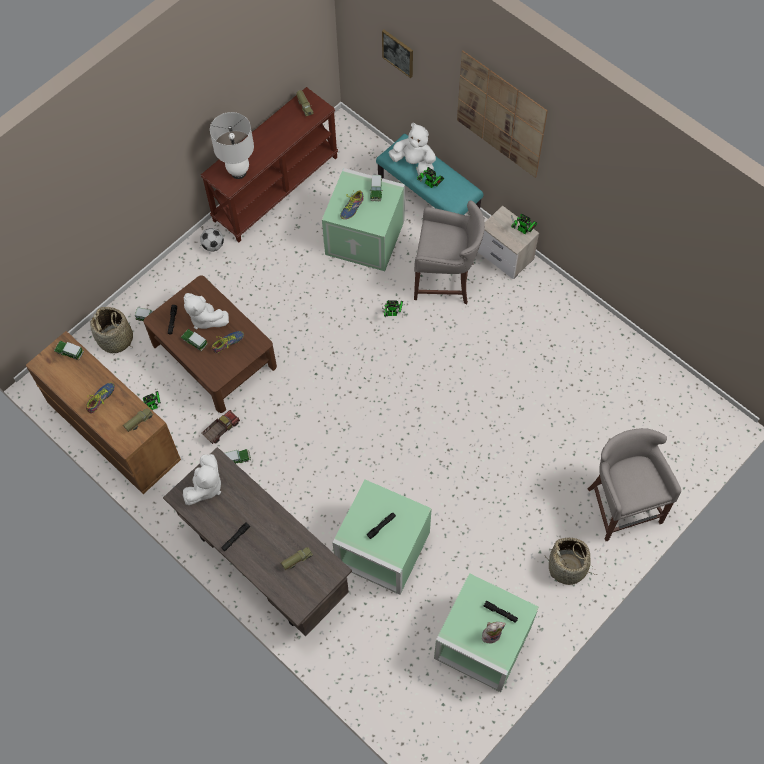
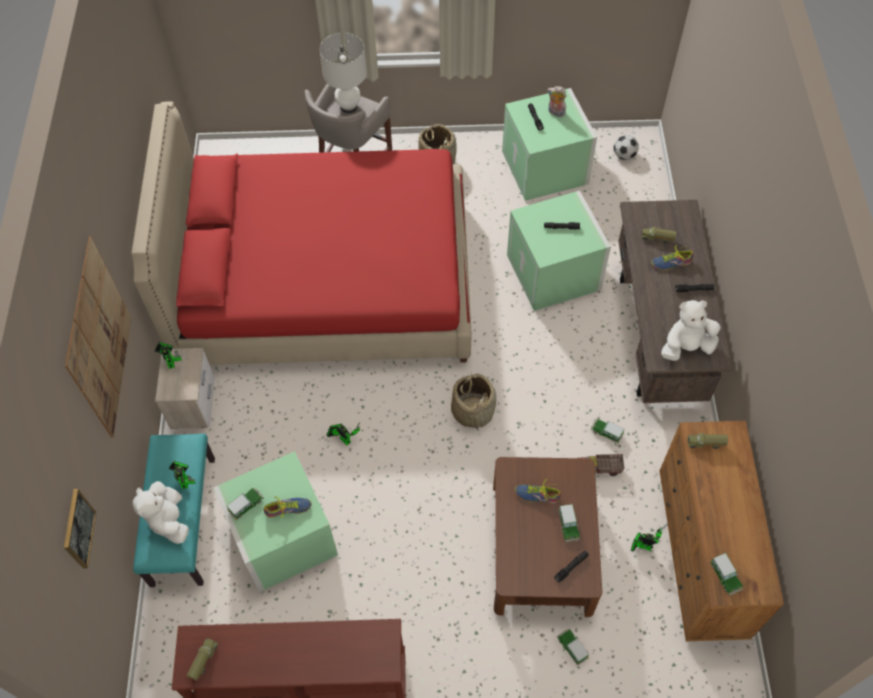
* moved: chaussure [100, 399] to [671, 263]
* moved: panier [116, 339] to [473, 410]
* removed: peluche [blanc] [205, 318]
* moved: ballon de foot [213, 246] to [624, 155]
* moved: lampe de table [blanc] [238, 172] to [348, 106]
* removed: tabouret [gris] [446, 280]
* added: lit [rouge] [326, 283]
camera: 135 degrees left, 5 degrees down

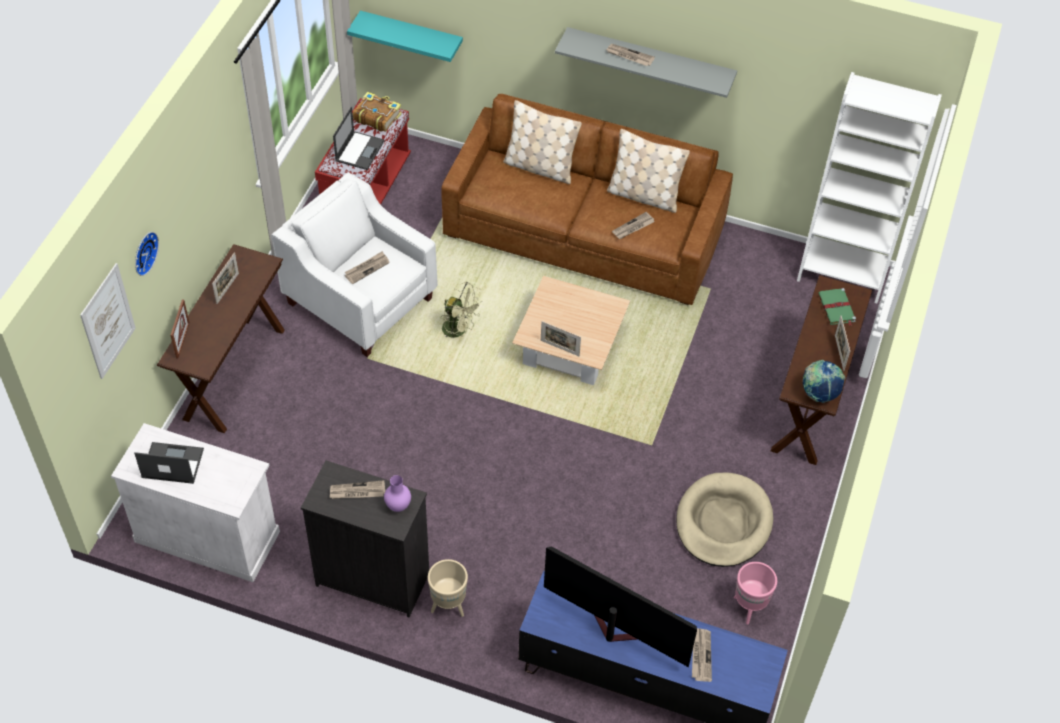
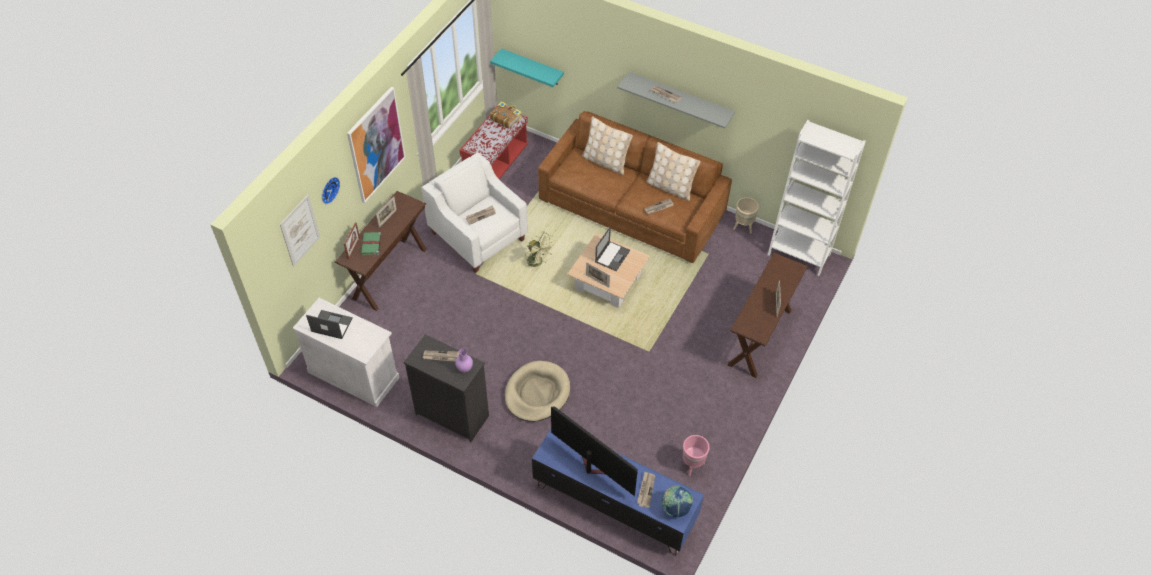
* moved: ordinateur portable [360, 150] to [612, 256]
* moved: cache-pot [beige] [449, 605] to [743, 227]
* moved: panier pour chien [beige] [723, 522] to [537, 393]
* moved: globe [819, 394] to [675, 508]
* moved: livre [vert] [836, 308] to [371, 244]
* added: tableau [376, 145]
camera: 10 degrees right, 0 degrees up

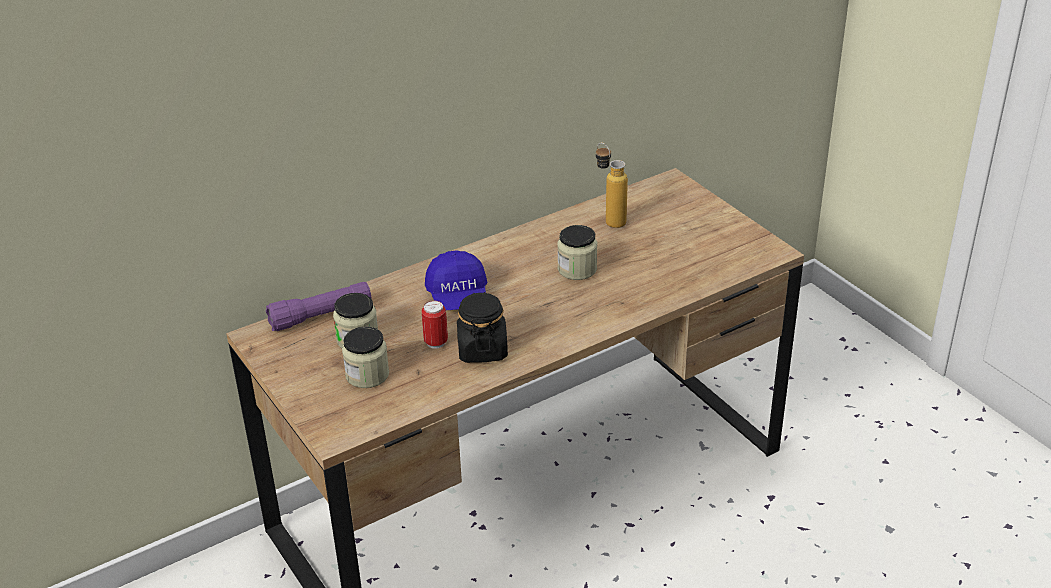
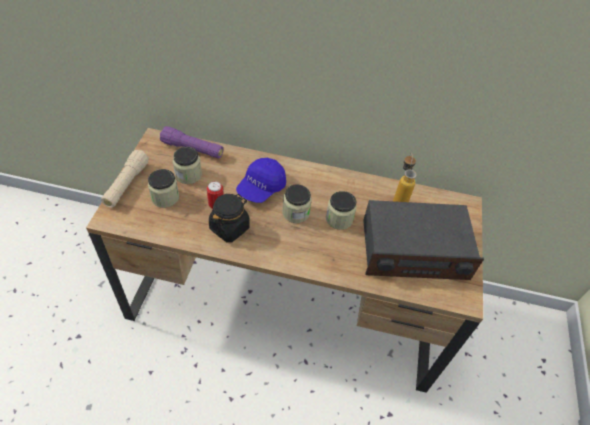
* added: lampe de poche [beige] [126, 184]
* added: bocal [295, 213]
* added: radio [413, 250]
camera: 40 degrees right, 15 degrees up

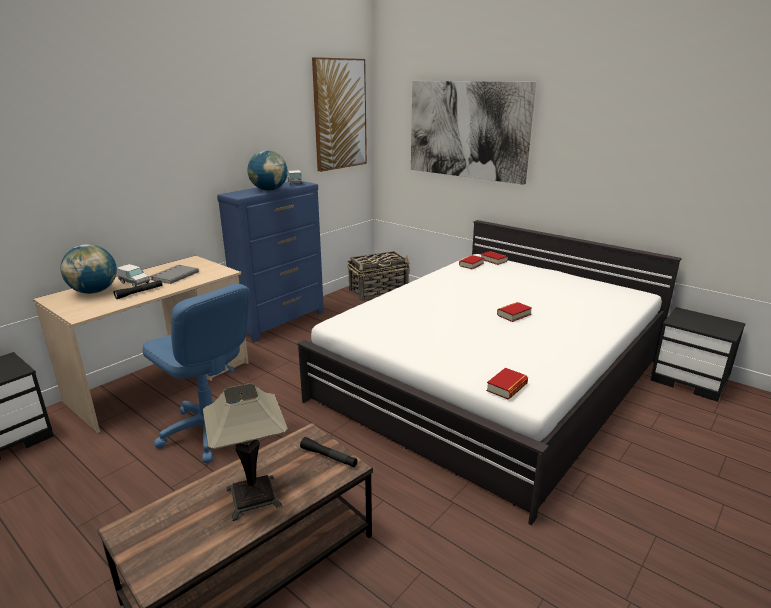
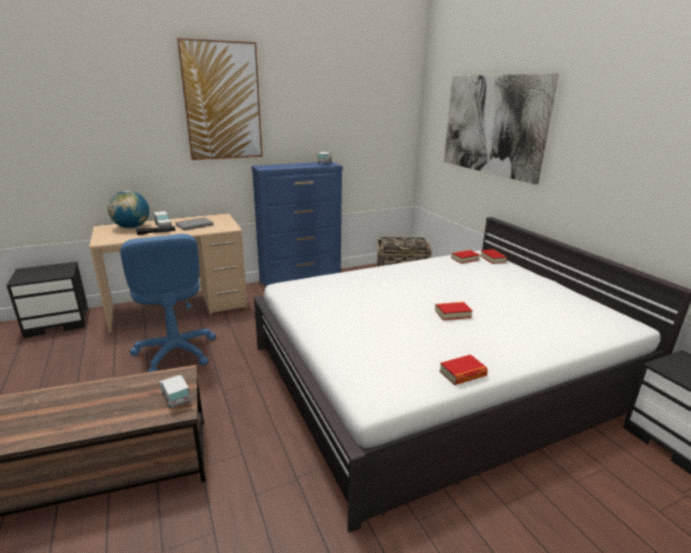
* removed: lampe de table [253, 497]
* removed: globe [269, 190]
* replaced: lampe de poche [noir] [328, 457] to camion jouet [175, 397]
* moved: tableau [340, 114] to [222, 102]
* moved: livre [507, 387] to [462, 374]
camera: 25 degrees right, 0 degrees up

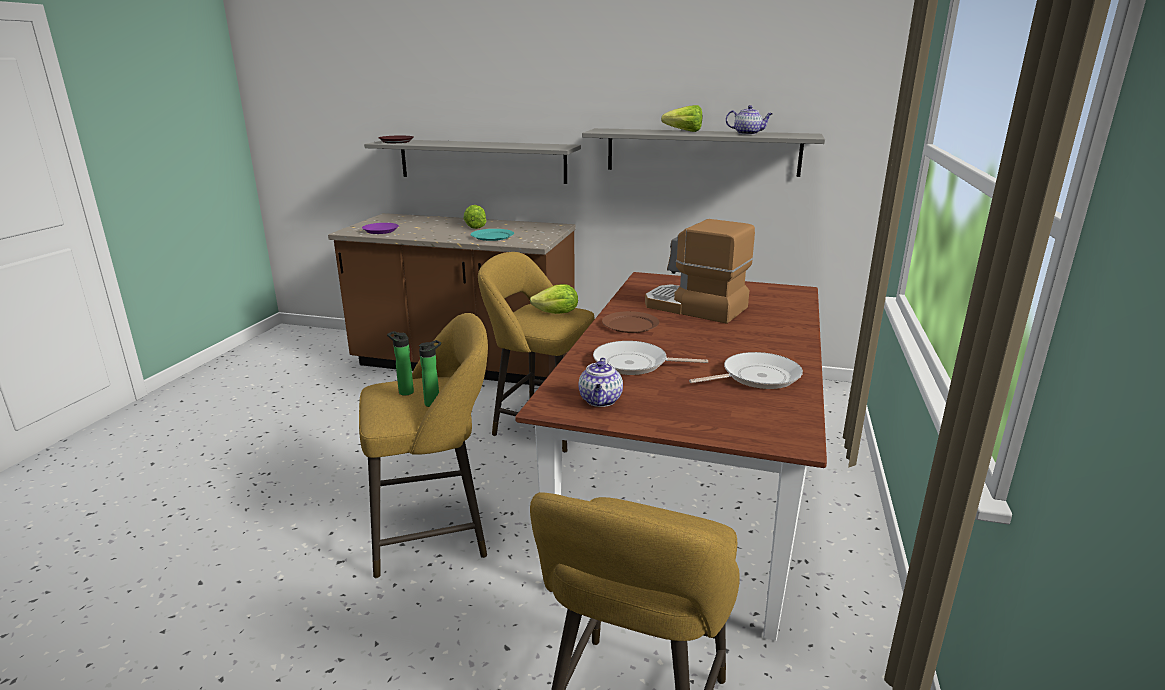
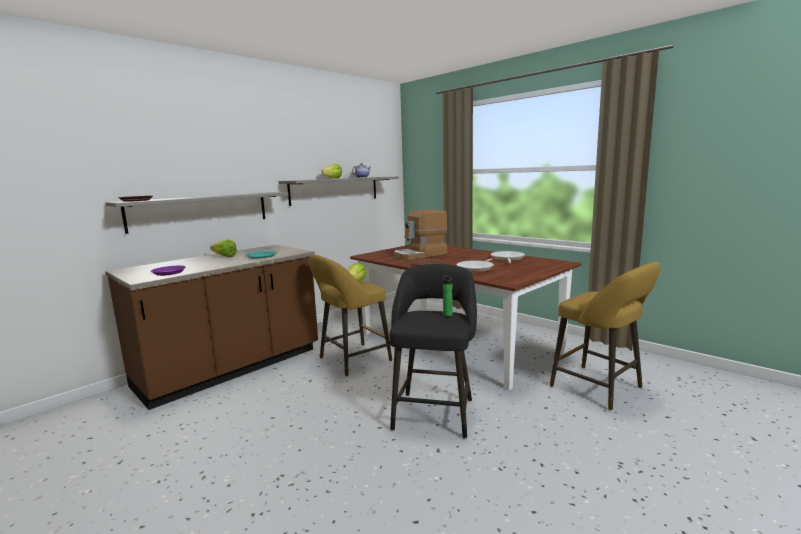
* recoloured: tabouret [jaune] [436, 532] to tabouret [noir] [434, 411]
* removed: bouteille [404, 392]
* removed: théière [601, 401]
camera: 60 degrees left, 10 degrees down

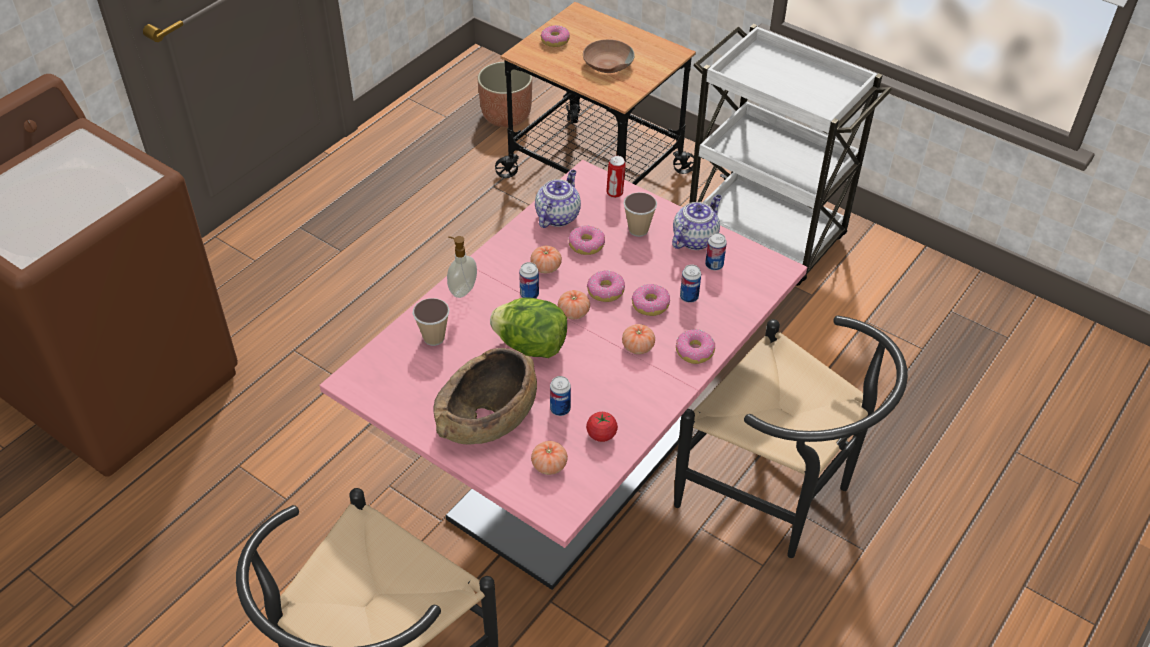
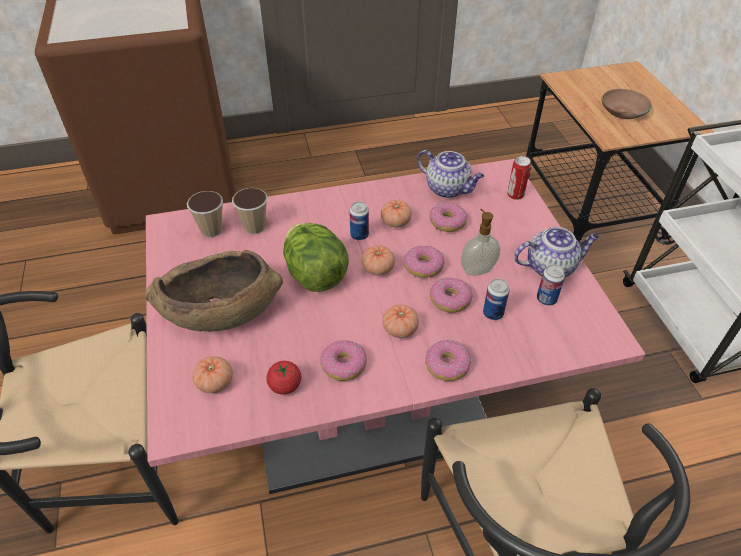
* moved: distributeur de savon [462, 290] to [477, 269]
* removed: cache-pot [506, 115]
* turned: théière [557, 216] = [448, 189] 60 degrees clockwise
* moved: beignet [555, 40] to [344, 365]
* removed: boîte métallique [560, 409]
* moved: tasse [638, 230] to [211, 230]
camera: 40 degrees right, 0 degrees up

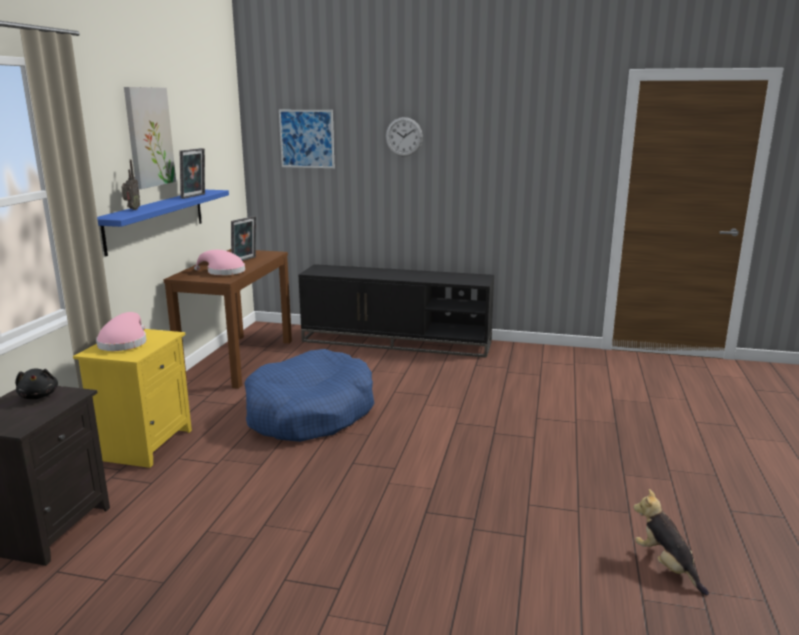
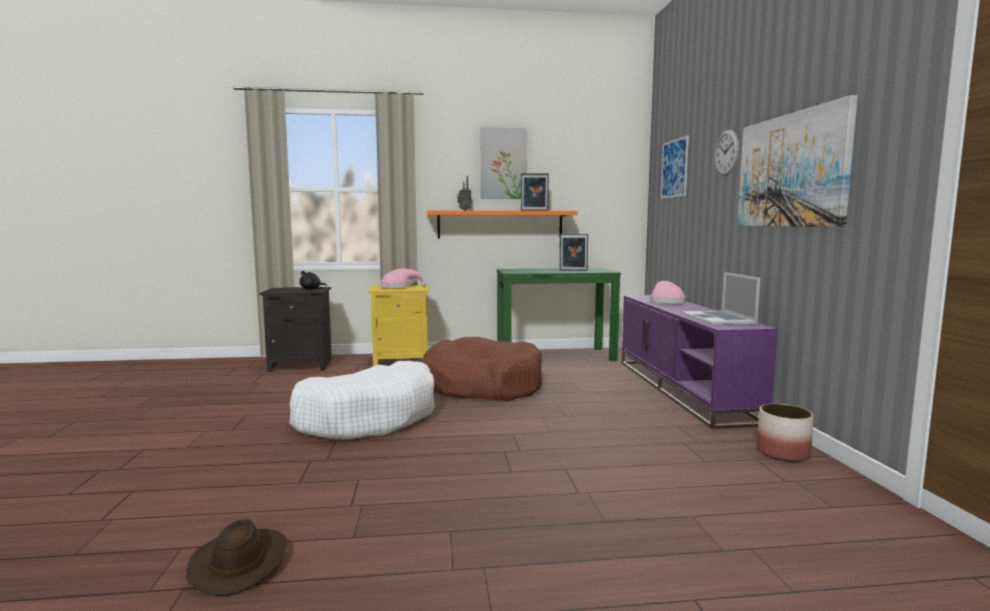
* recoloured: étagère [bleu] [156, 220] to étagère [orange] [500, 224]
* recoloured: table console [marron] [238, 359] to table console [vert] [555, 355]
* moved: chapeau [rose] [223, 272] to [666, 302]
* recoloured: panier pour chien [bleu] [309, 413] to panier pour chien [marron] [482, 386]
* recoloured: meuble télé [noir] [397, 341] to meuble télé [violet] [683, 389]
* replaced: peluche [666, 565] to chapeau [marron] [239, 563]
* added: panier pour chien [blanc] [368, 418]
* added: ordinateur portable [718, 318]
* added: tableau [791, 170]
* added: cache-pot [783, 453]
camera: 70 degrees right, 10 degrees down

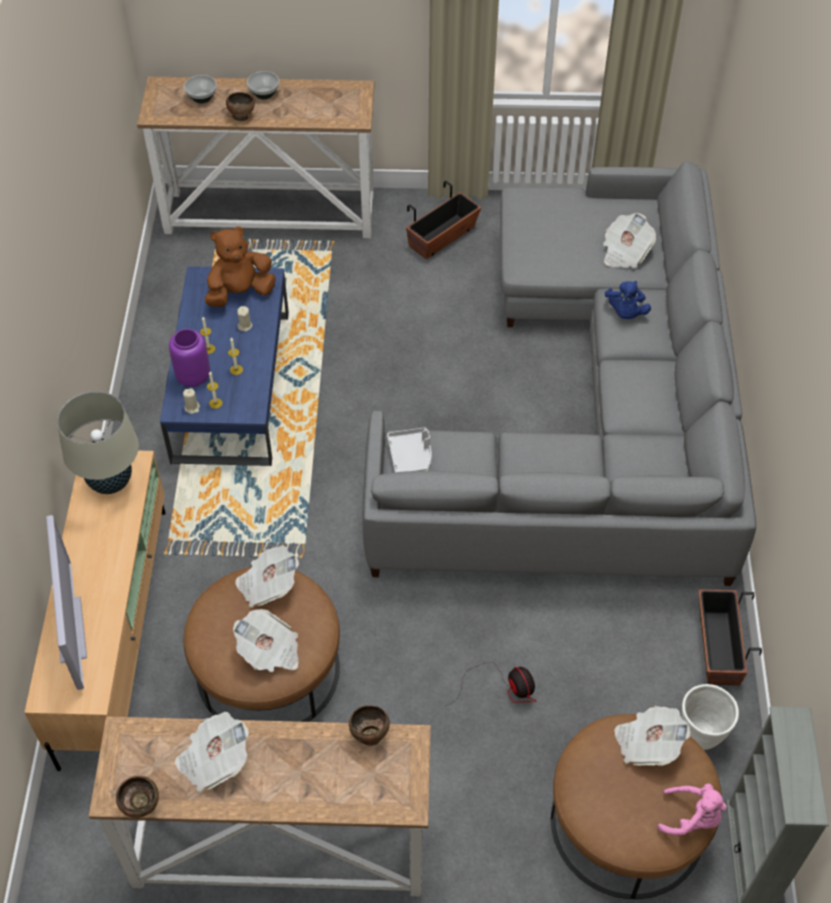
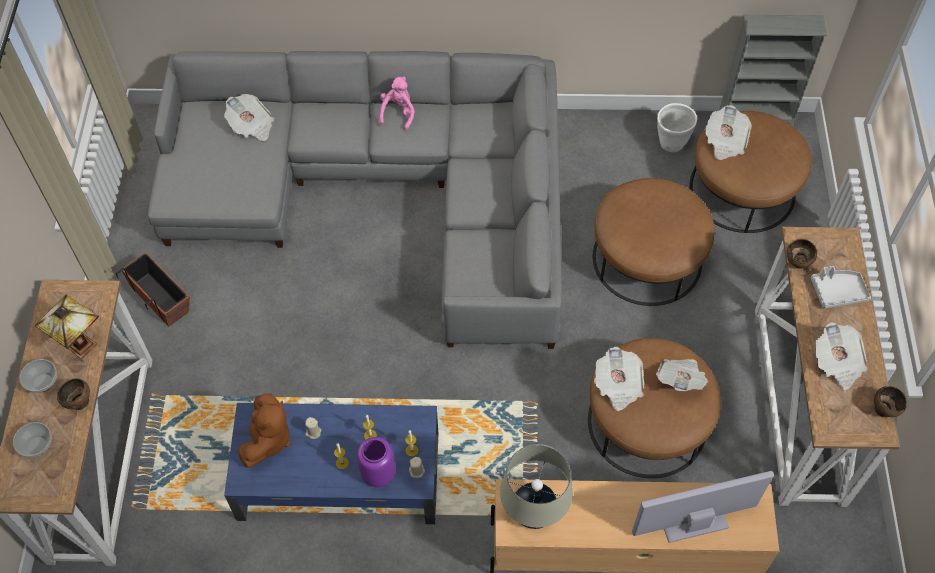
* turned: peluche [marron] [240, 293] = [268, 440] 135 degrees counterclockwise
* moved: plateau [gris] [411, 457] to [837, 291]
* replaced: ventilateur [503, 688] to pouf [marron] [647, 258]
* removed: peluche [bleu] [625, 312]
* moved: peluche [rose] [691, 818] to [398, 113]
* removed: cache-pot [717, 647]
* added: lampe de table [79, 346]
camera: 90 degrees left, 5 degrees up

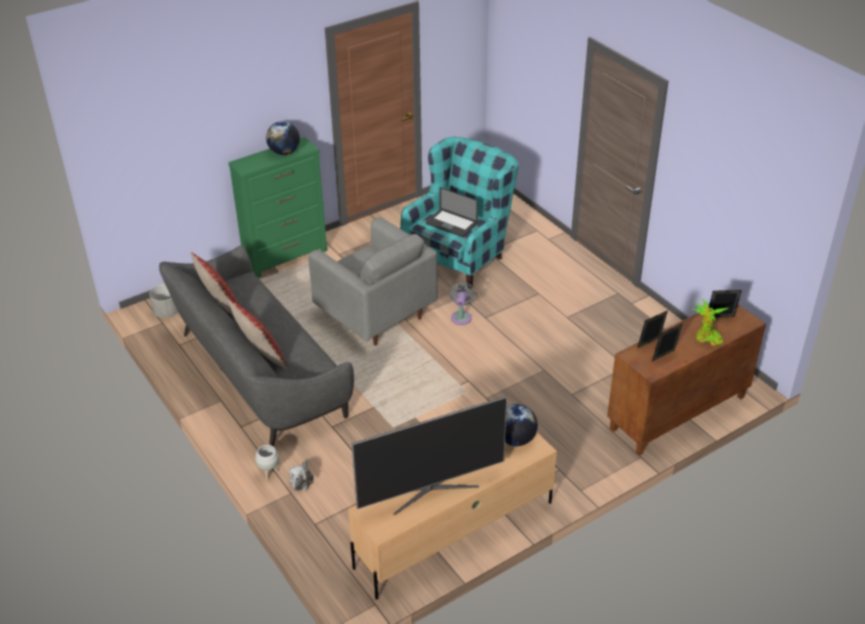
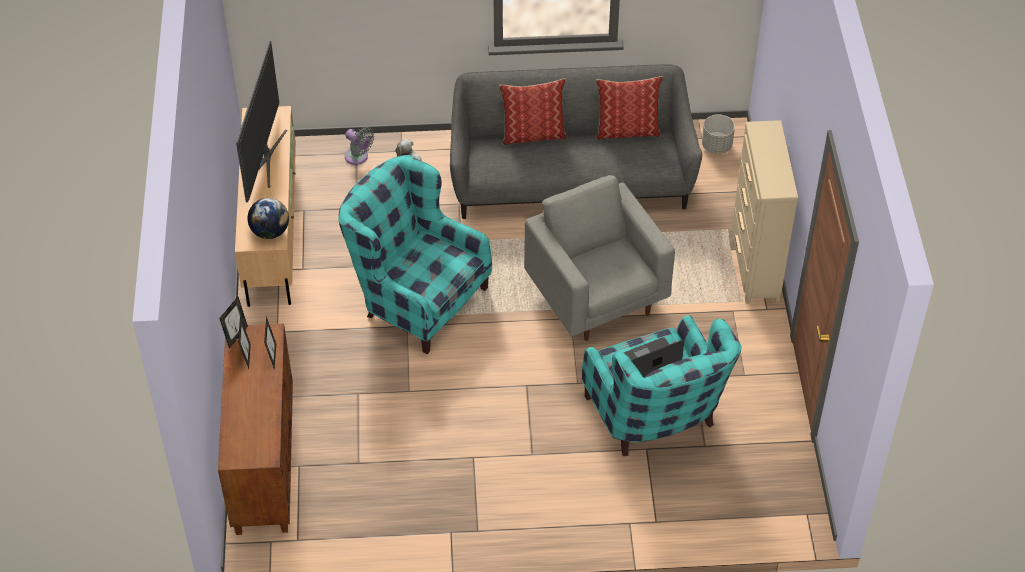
* recoloured: commode [vert] [286, 257] to commode [beige] [755, 265]
* removed: cache-pot [blanc] [269, 473]
* removed: globe [284, 152]
* turned: fauteuil [gris] [375, 316] = [596, 297] 75 degrees clockwise
* moved: ventilateur [gris] [461, 316] to [358, 157]
* removed: plante en pot [706, 338]
* moved: cadre photo [720, 318] to [236, 336]
* added: fauteuil [turquoise] [416, 297]
camera: 120 degrees right, 10 degrees up

